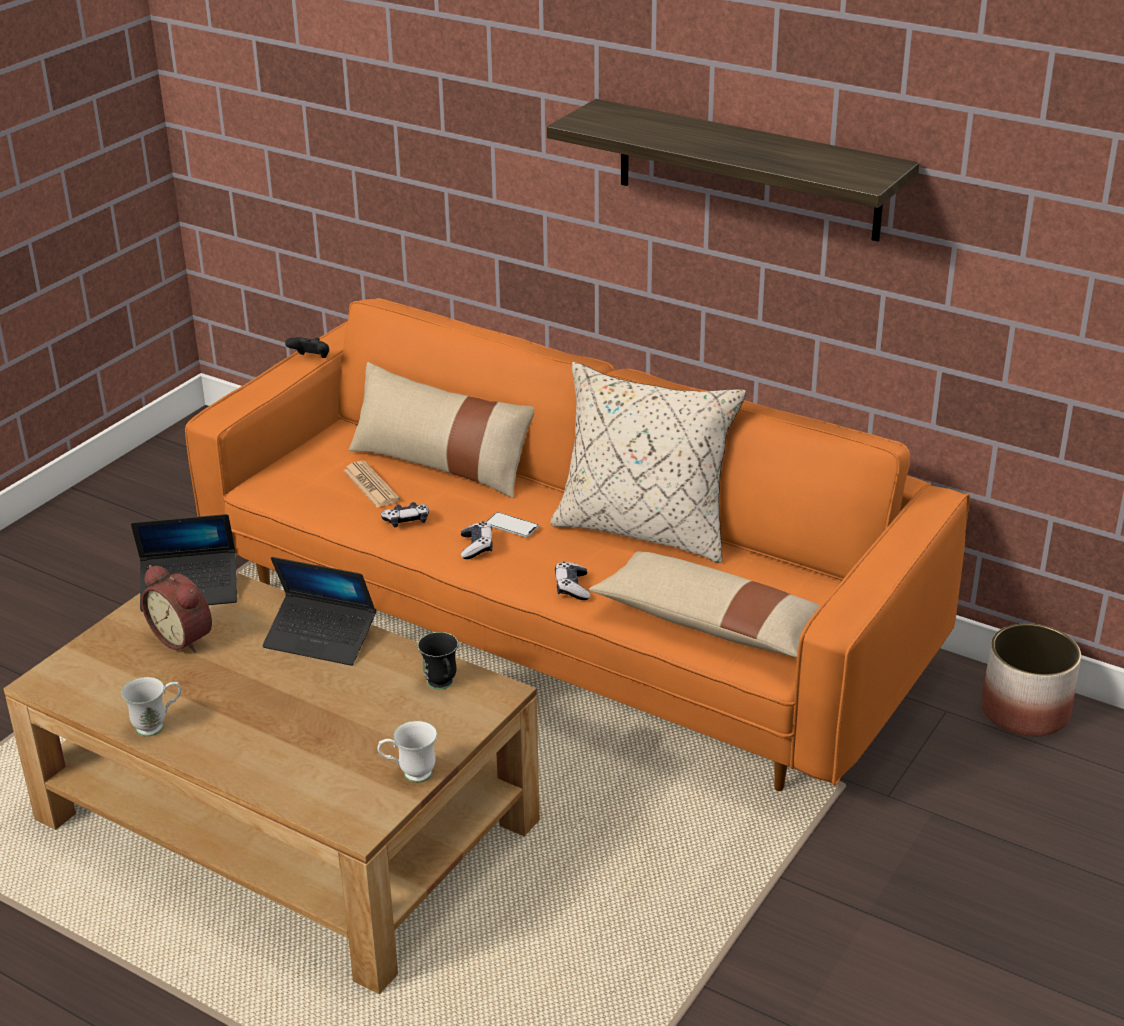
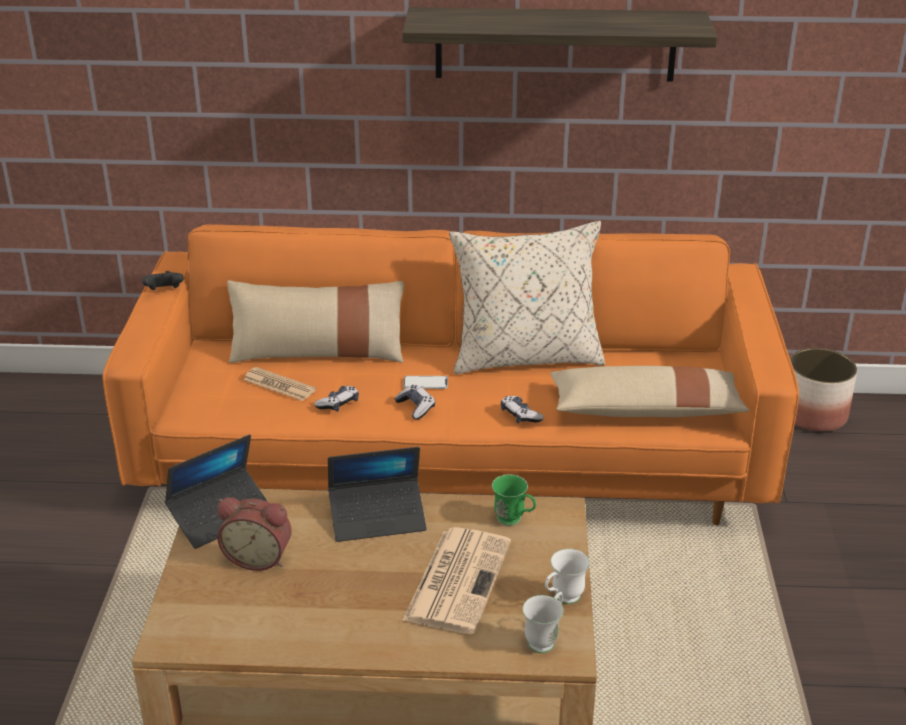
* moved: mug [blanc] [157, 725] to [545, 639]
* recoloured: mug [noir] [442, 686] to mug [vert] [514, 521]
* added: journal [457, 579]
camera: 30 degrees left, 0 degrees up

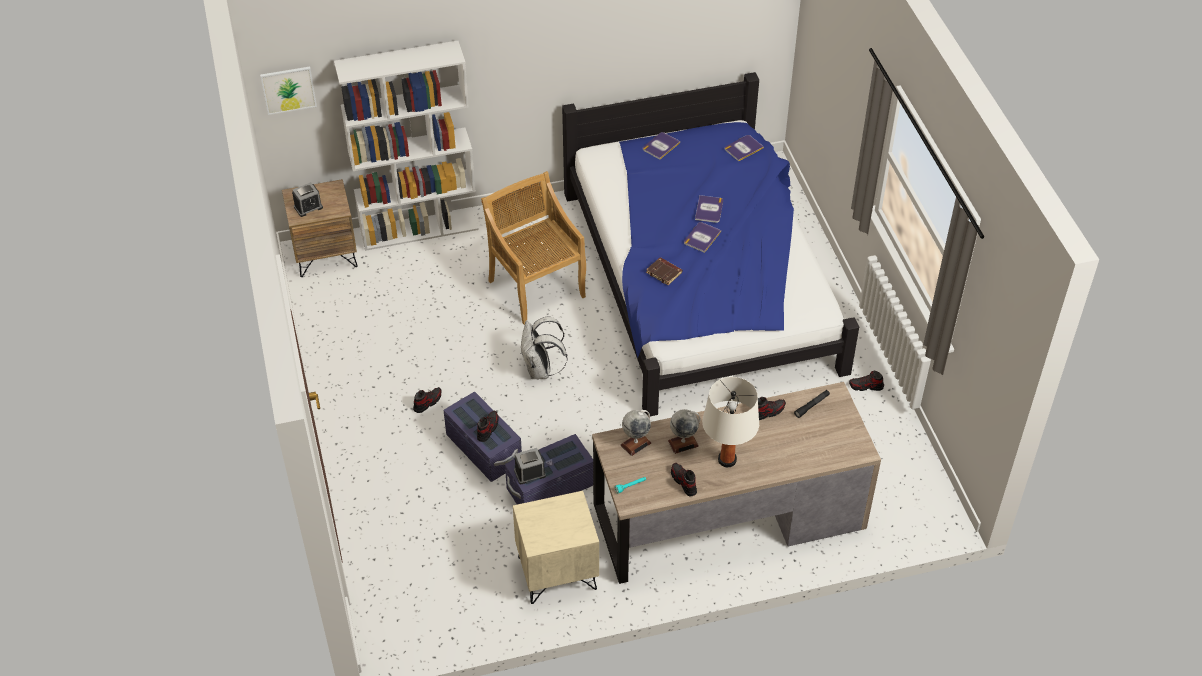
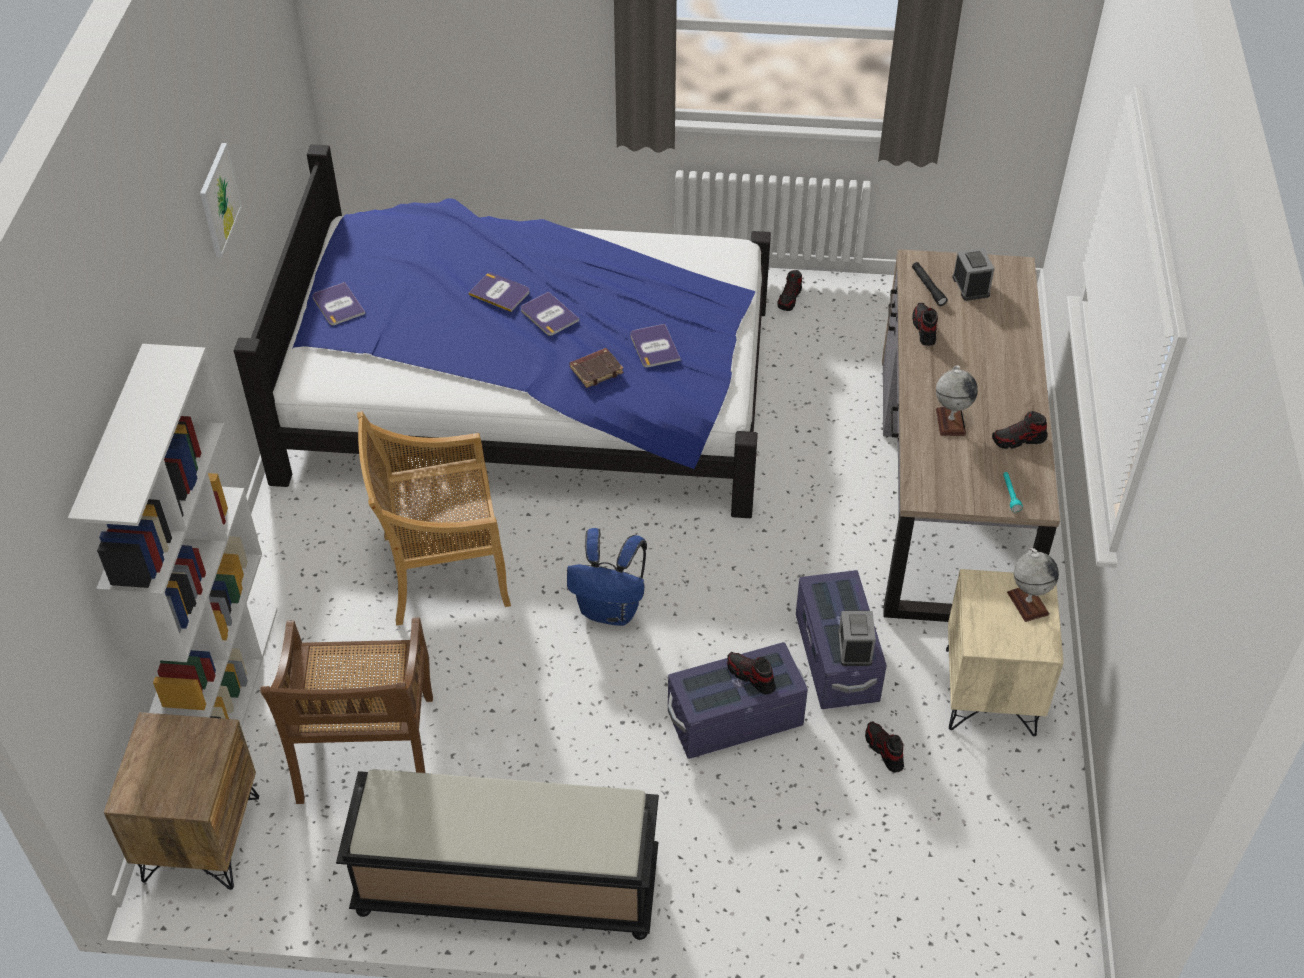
* moved: tableau [288, 89] to [219, 200]
* moved: réveil [308, 207] to [970, 286]
* moved: chaussure [427, 402] to [884, 750]
* recoloured: sac à dos [blanc] [541, 370] to sac à dos [bleu] [611, 610]
* moved: globe [636, 443] to [1027, 603]
* removed: lampe de table [blanc] [727, 460]
* moved: livre [743, 148] to [654, 347]
* added: chaise [marron] [366, 752]
* added: banc [noir] [505, 887]
camera: 70 degrees left, 0 degrees up

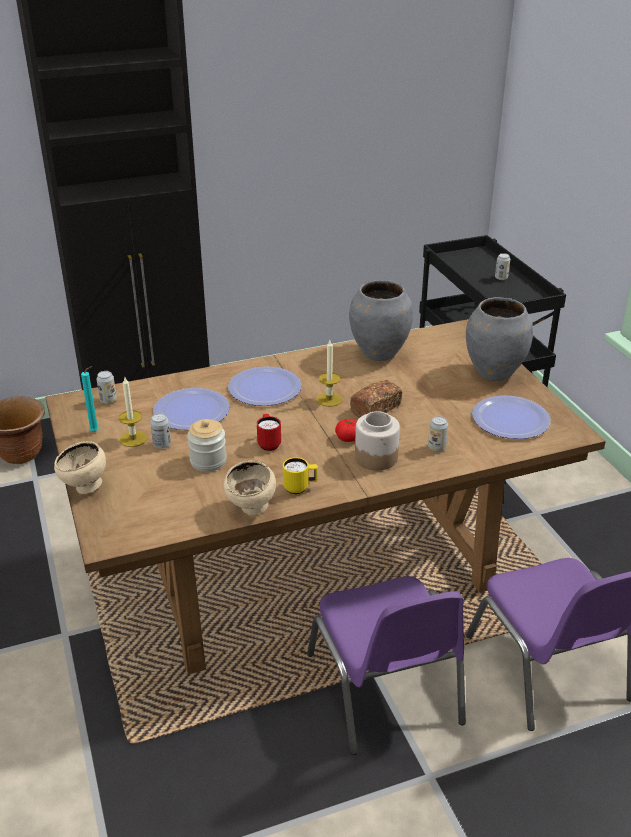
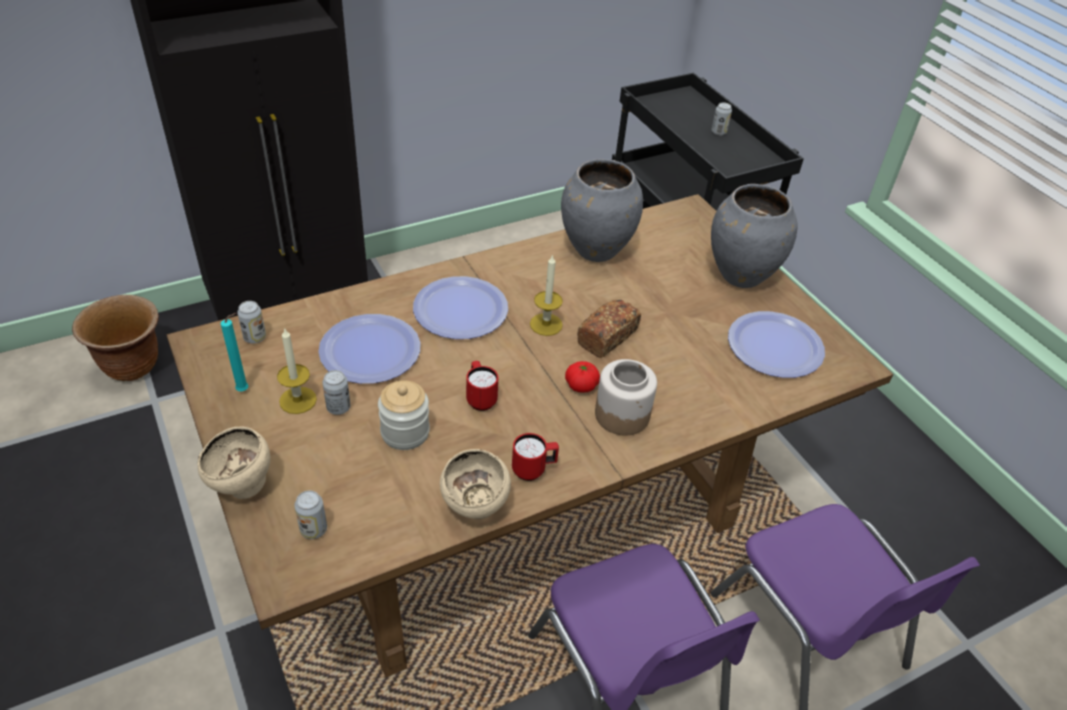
* recoloured: mug [jaune] [300, 488] to mug [rouge] [533, 470]
* moved: boîte métallique [436, 447] to [313, 529]
camera: 10 degrees left, 10 degrees up

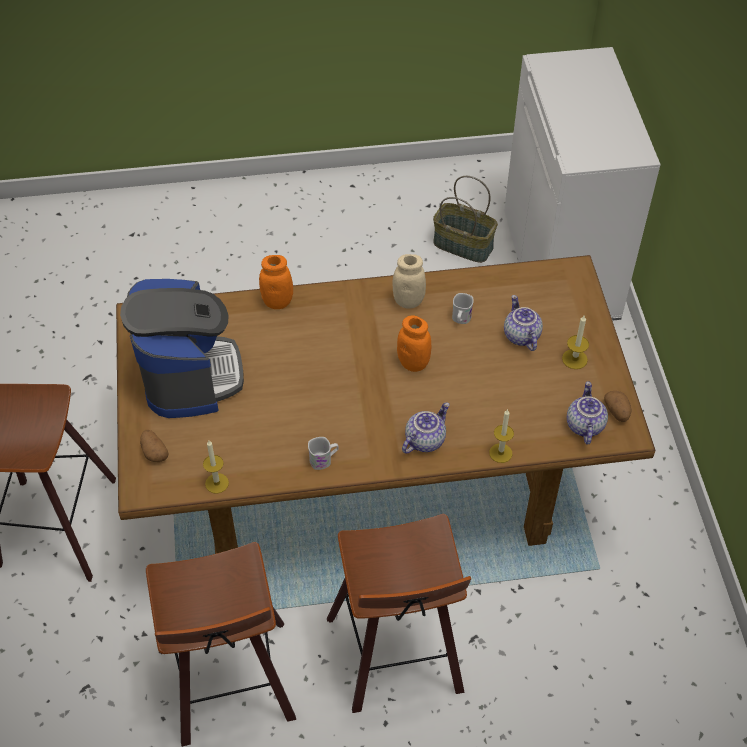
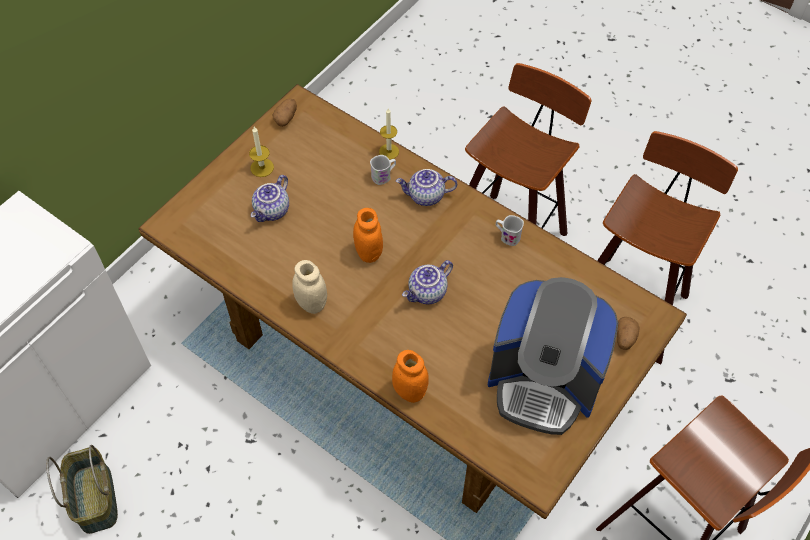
* turned: machine à café [189, 376] = [544, 381] 105 degrees counterclockwise
* removed: bougie [217, 483]
* moved: mug [blanc] [460, 319] to [384, 176]
* moved: théière [583, 425] to [427, 293]
camera: 135 degrees left, 5 degrees up

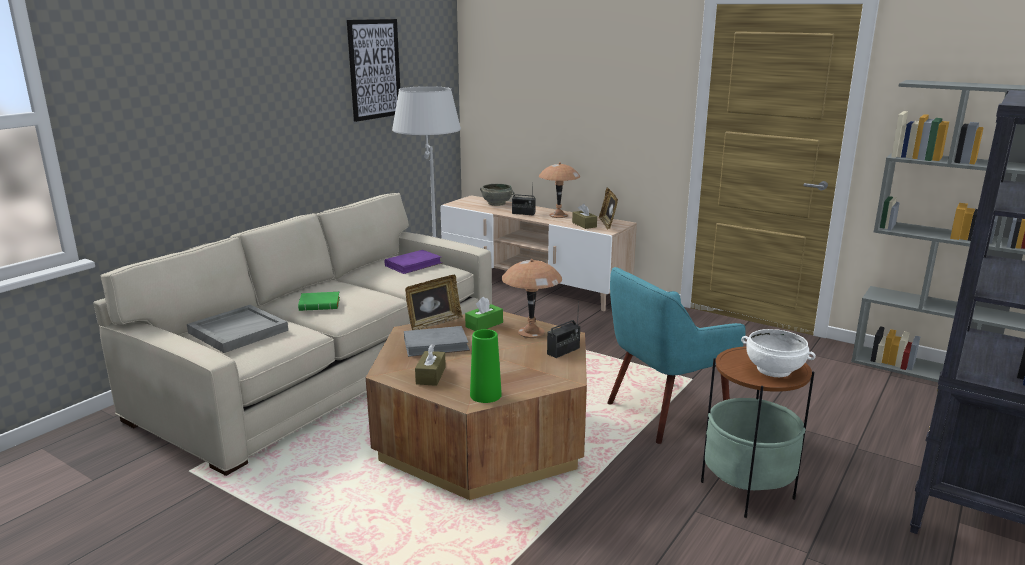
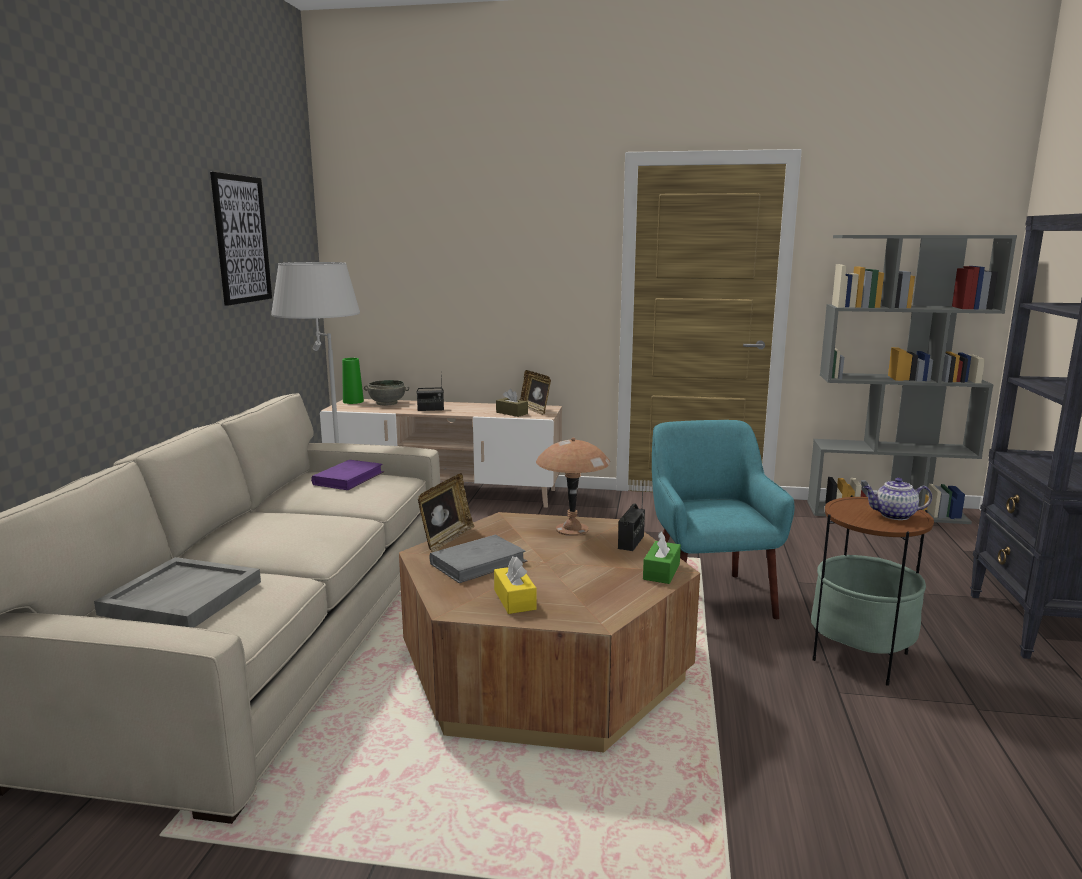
* removed: livre [vert] [321, 305]
* recoloured: boîte à mouchoirs [marron] [431, 375] to boîte à mouchoirs [jaune] [514, 599]
* moved: boîte à mouchoirs [vert] [484, 324] to [661, 571]
* moved: vase [vert] [485, 395] to [353, 401]
* removed: lampe de table [marron] [558, 215]
* turned: fauteuil [turquoise] [664, 412] = [708, 597] 135 degrees clockwise
* replaced: bol [blanc] [773, 370] to théière [893, 515]
camera: 25 degrees left, 5 degrees down

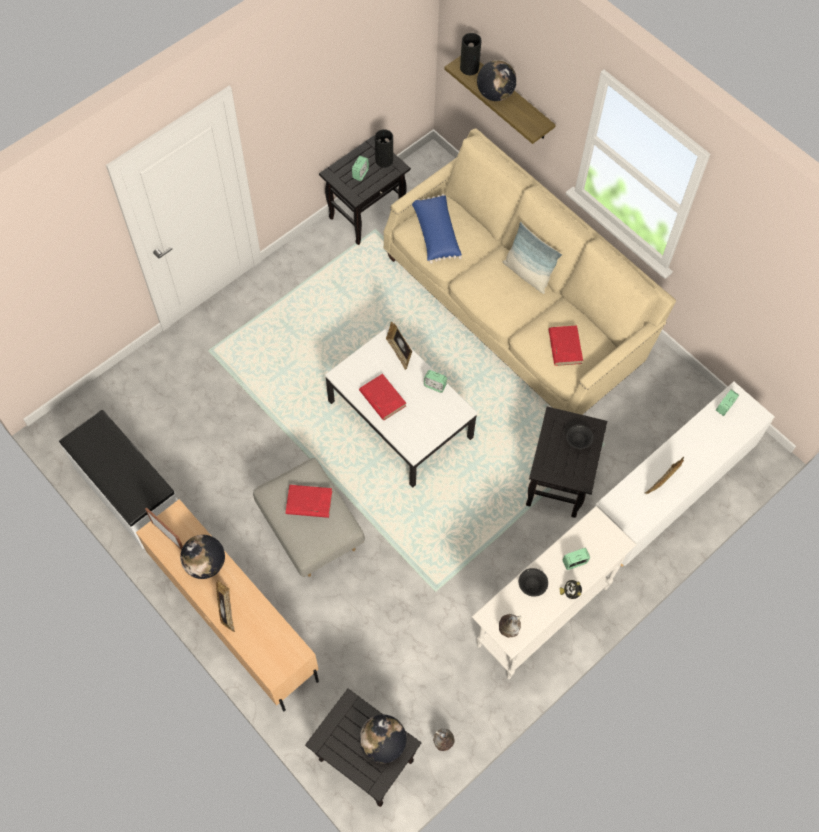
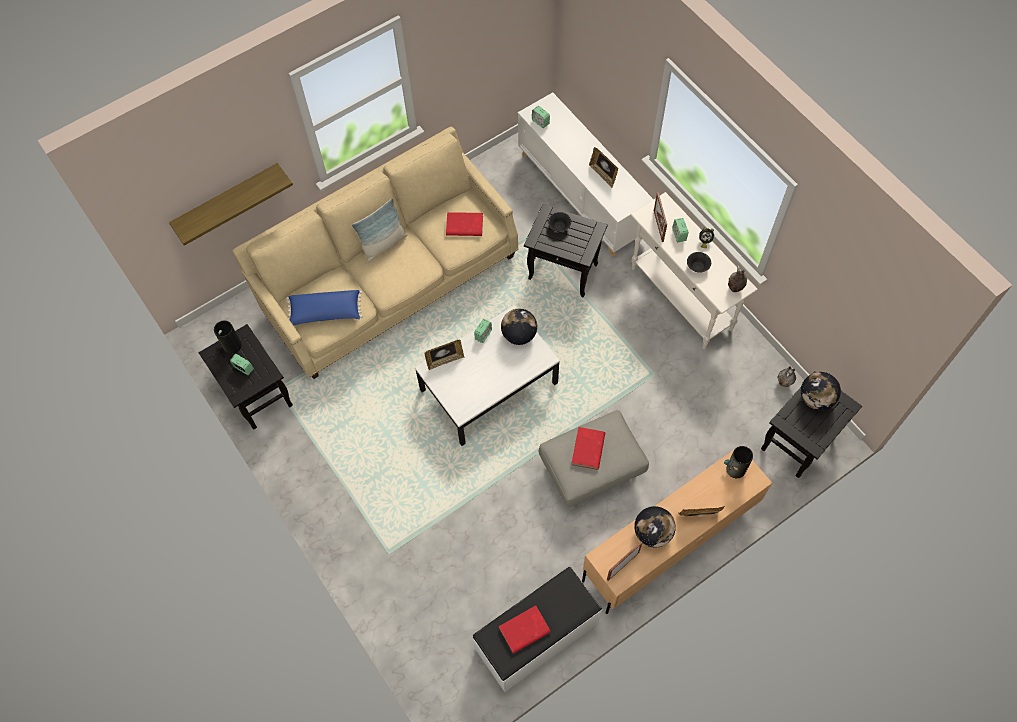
* moved: livre [rouge] [382, 398] to [524, 630]
* moved: vase [469, 67] to [735, 469]
* moved: globe [495, 94] to [519, 335]
* added: cadre photo [658, 226]
camera: 80 degrees left, 0 degrees up

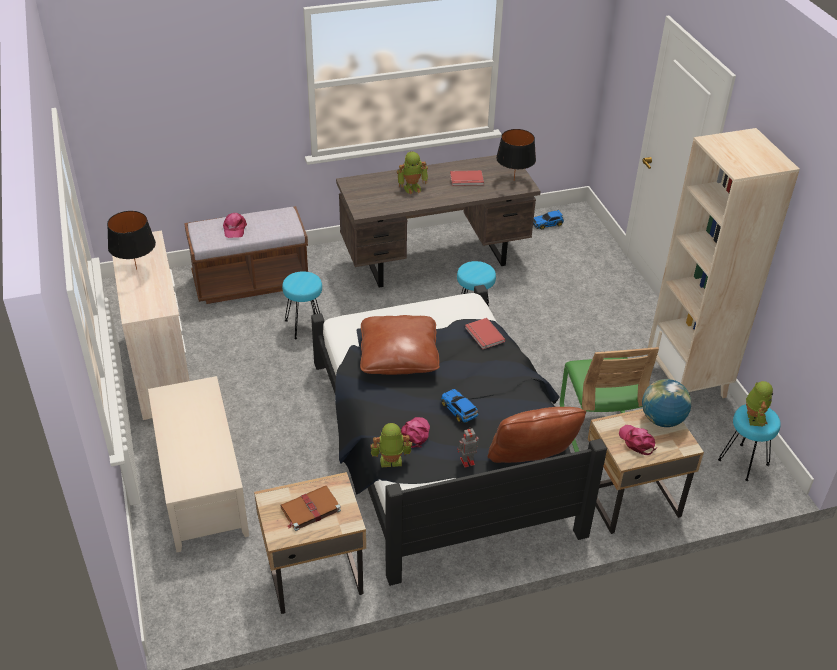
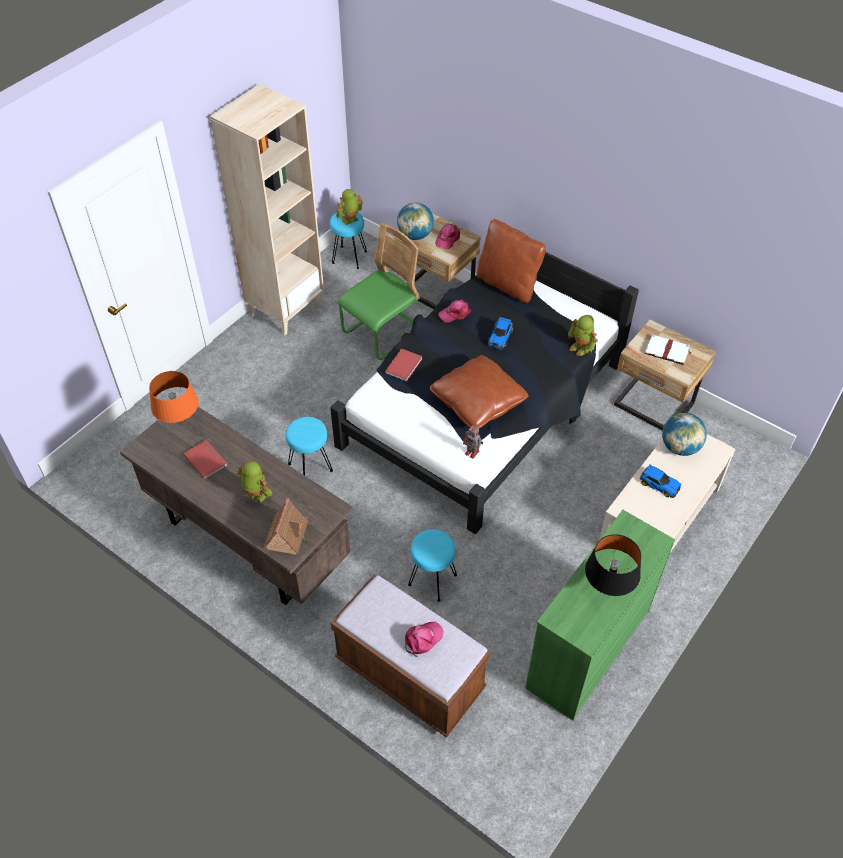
* recoloured: commode [beige] [162, 370] to commode [vert] [587, 648]
* recoloured: livre [marron] [309, 509] to livre [blanc] [667, 351]
* moved: casquette [rose] [415, 434] to [455, 313]
* moved: robot jouet [466, 461] to [472, 453]
* recoloured: lampe de table [noir] [513, 180] to lampe de table [orange] [180, 424]
* moved: petite voiture [548, 223] to [659, 484]
* added: maison miniature [287, 534]
* added: globe [680, 447]
camera: 125 degrees left, 10 degrees up

